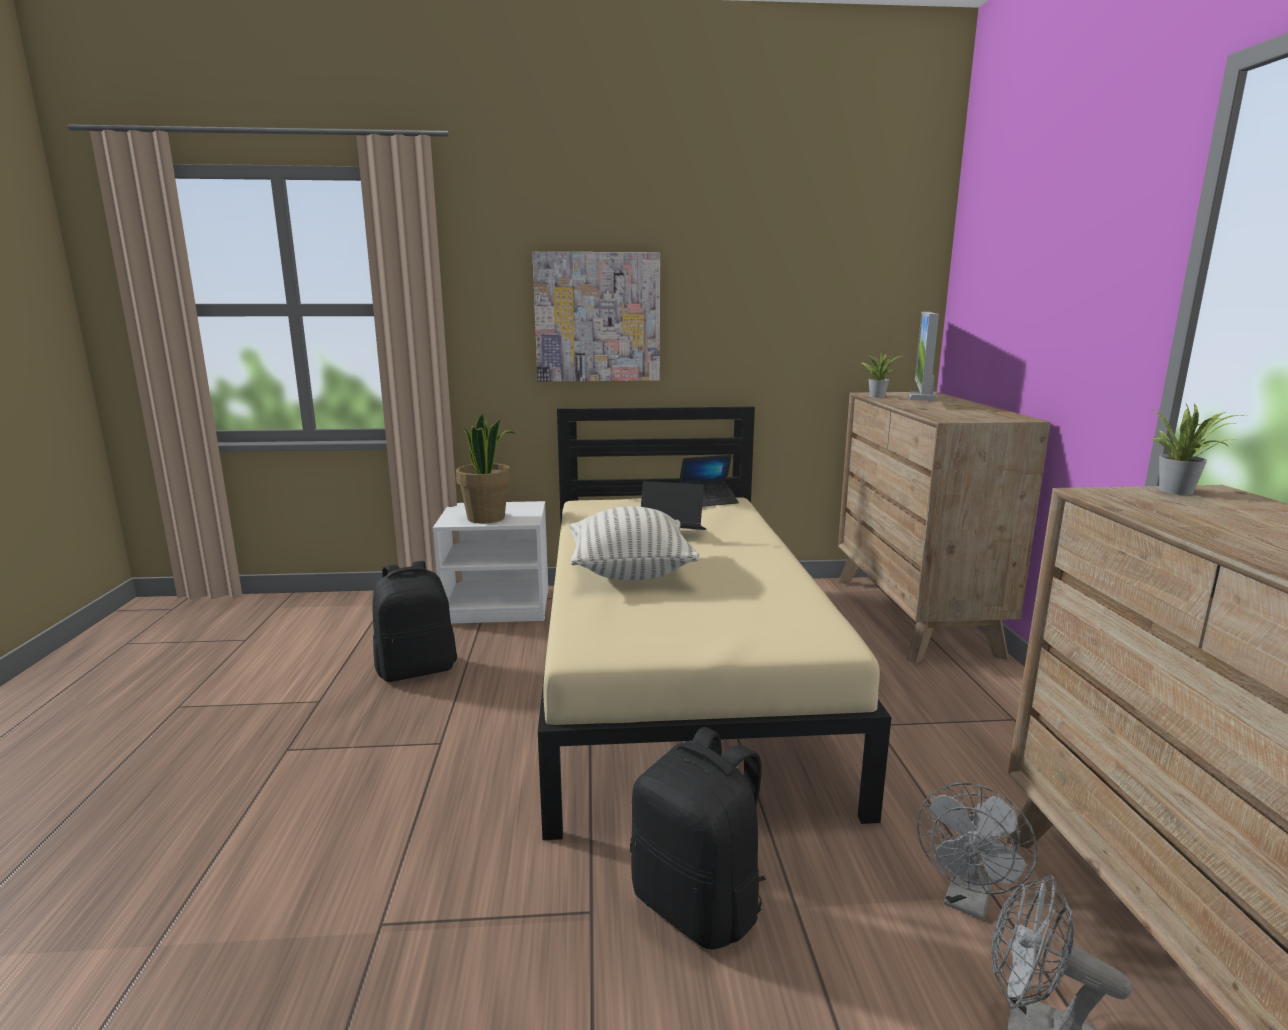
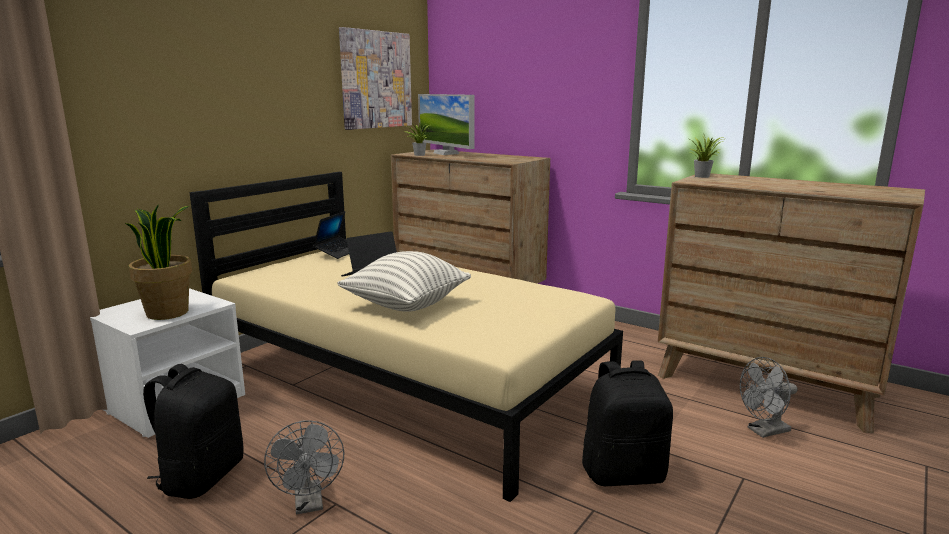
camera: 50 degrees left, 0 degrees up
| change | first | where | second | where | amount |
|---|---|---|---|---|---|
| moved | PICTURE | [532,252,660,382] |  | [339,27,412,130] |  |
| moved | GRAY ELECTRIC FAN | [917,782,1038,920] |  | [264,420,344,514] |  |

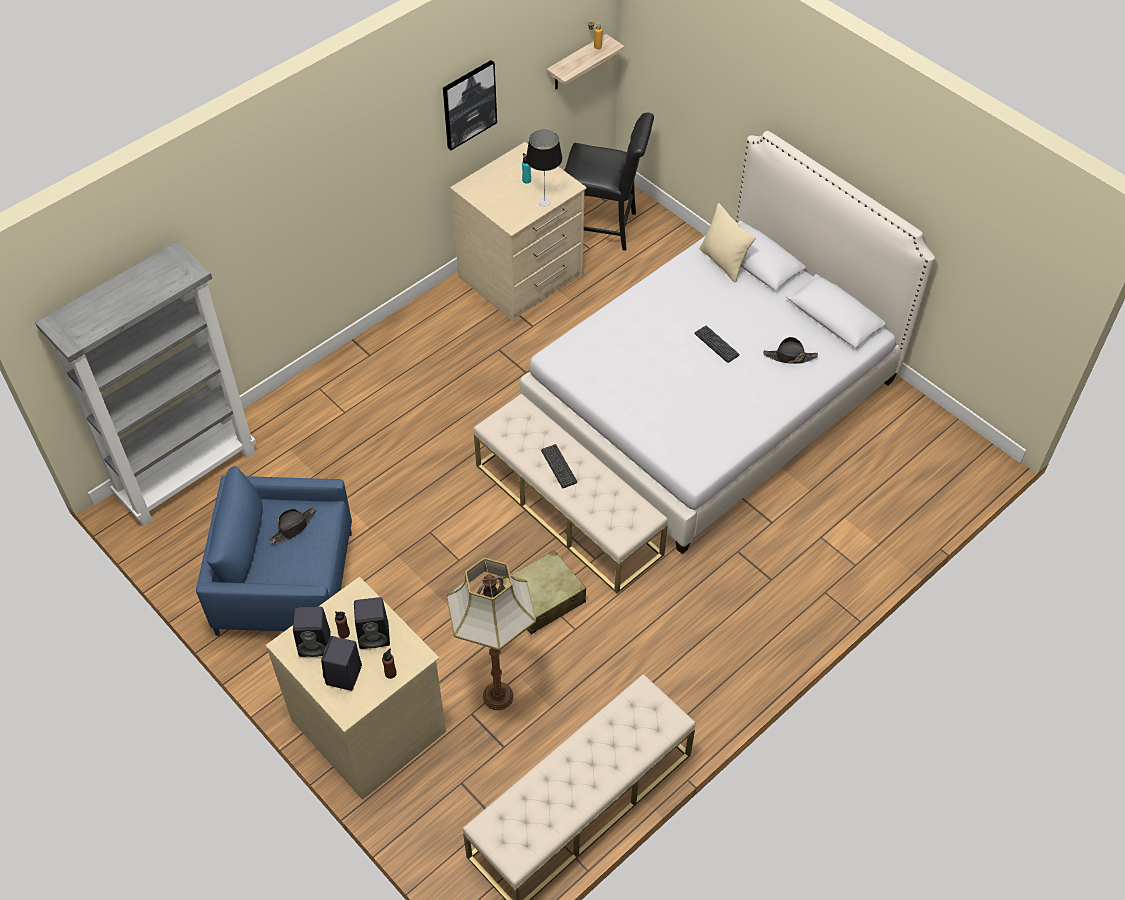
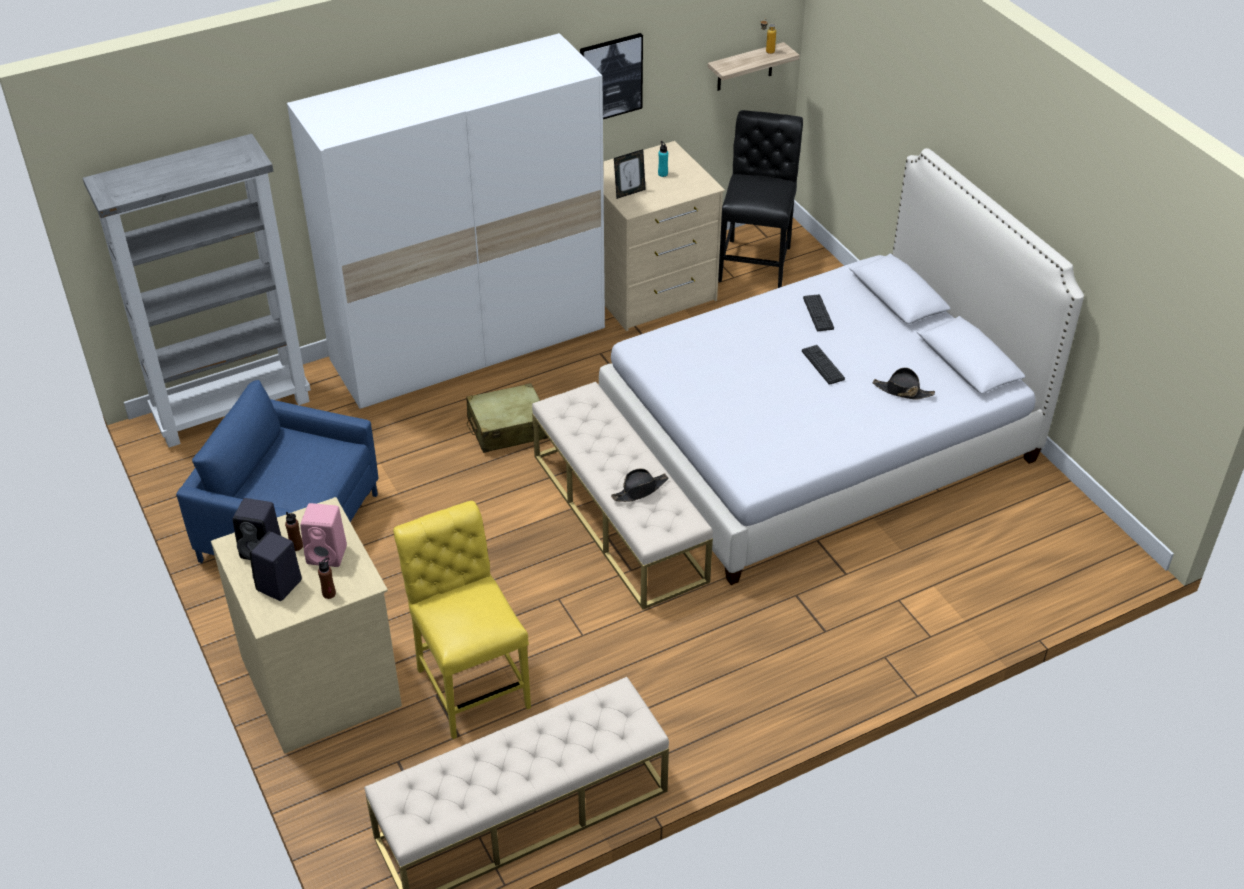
camera: 15 degrees right, 10 degrees down
| change | first | where | second | where | amount |
|---|---|---|---|---|---|
| removed | TABLETOP LAMP | [526,130,563,206] |  |  |  |
| removed | BEIGE-COLOURED THROW PILLOW | [699,203,756,282] |  |  |  |
| added |  |  | WHITISH ARMOIRE | [287,33,605,409] |  |
| added |  |  | PICTURE FRAME | [614,149,646,199] |  |
| moved | BLACK-COLOURED CLOTHING HAT | [269,507,317,544] |  | [611,469,668,502] |  |
| moved | BEIGE-COLOURED SUITCASE | [500,550,586,634] |  | [466,383,548,453] |  |
| moved | COMPUTER KEYBOARD | [541,444,577,488] |  | [803,294,834,331] |  |
| replaced | STANDARD LAMP | [446,558,536,710] | YELLOWISH PLAIN CHAIR | [393,501,531,739] |  |
| recoloured | BLACK-COLOURED LOUDSPEAKER | [354,597,390,649] | PINKISH LOUDSPEAKER | [300,503,347,567] |  |
| turned | BLACK-COLOURED PLAIN CHAIR | [564,113,654,251] |  | [718,110,803,288] | 105 degrees counterclockwise |

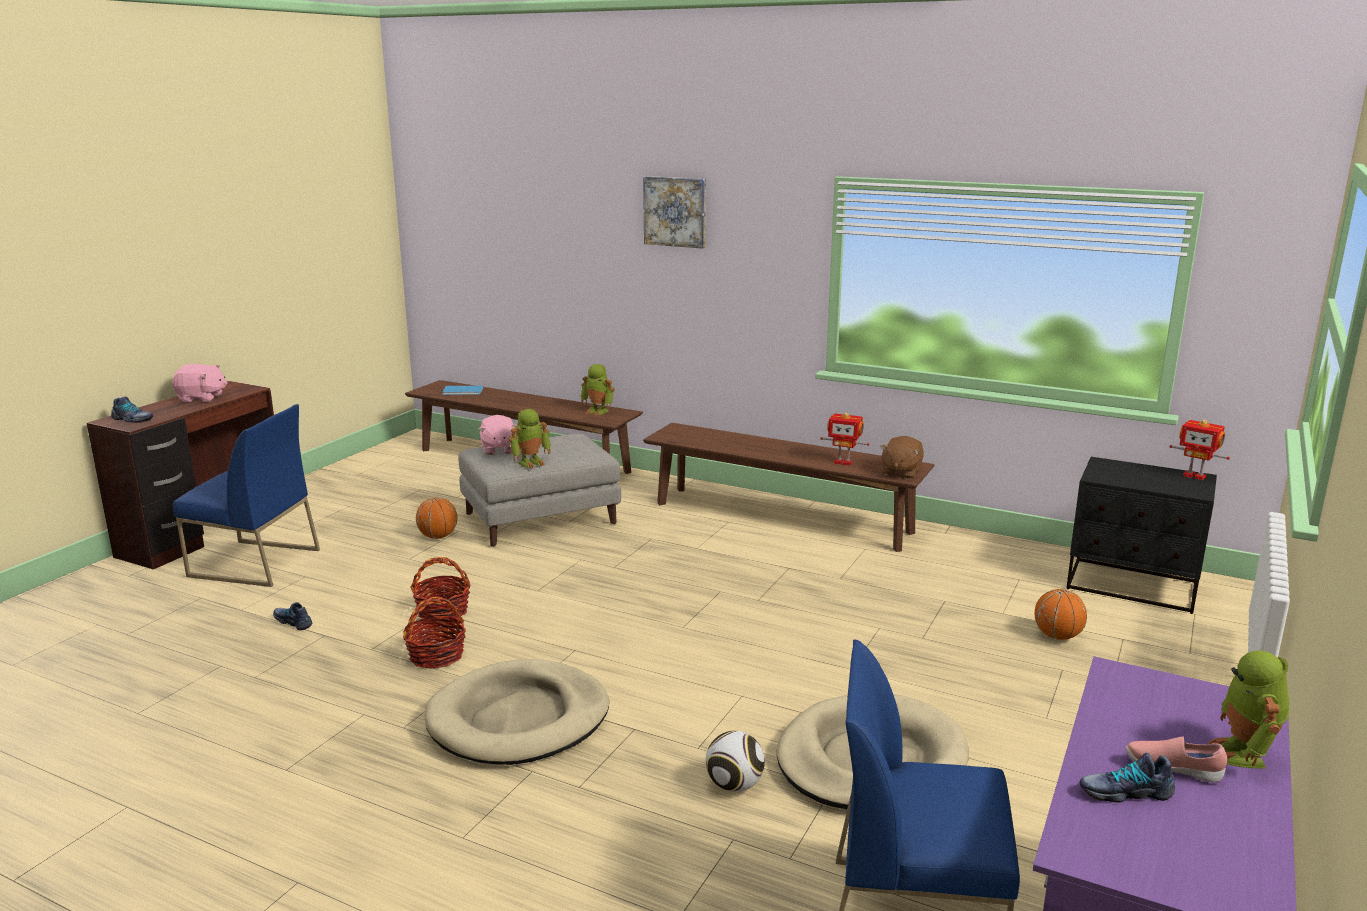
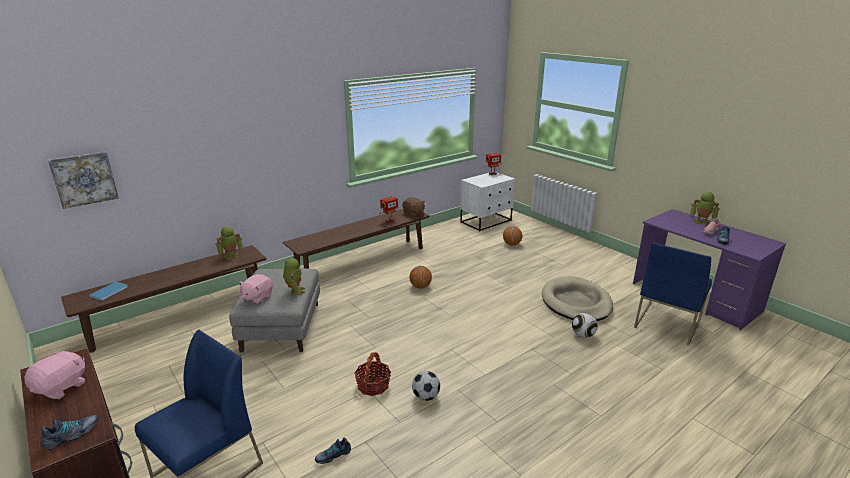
camera: 65 degrees left, 5 degrees up
| change | first | where | second | where | amount |
|---|---|---|---|---|---|
| removed | BEIGE-COLOURED DOG BED | [424,659,609,765] |  |  |  |
| moved | BASKETBALL BALL | [416,497,457,539] |  | [410,266,432,288] |  |
| moved | PICTURE | [643,176,706,249] |  | [48,152,119,209] |  |
| replaced | HOUSEHOLD BASKET | [403,596,466,669] | FOOTBALL BALL | [412,371,440,401] |  |
| recoloured | BLACK-COLOURED NIGHTSTAND | [1066,457,1217,614] | WHITISH NIGHTSTAND | [460,172,515,232] |  |
| turned | PINKISH SOFT TOY | [479,415,517,455] |  | [238,274,273,304] | 105 degrees clockwise |

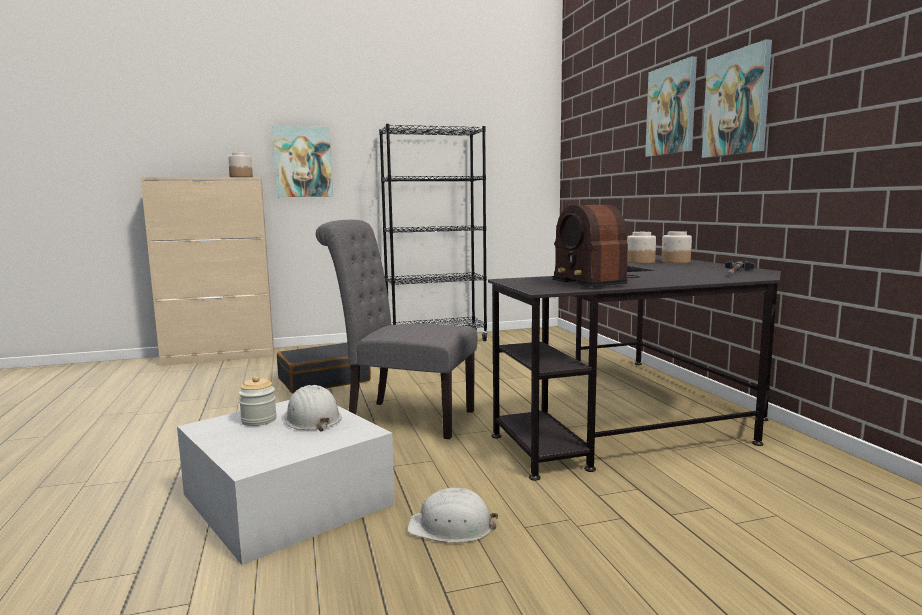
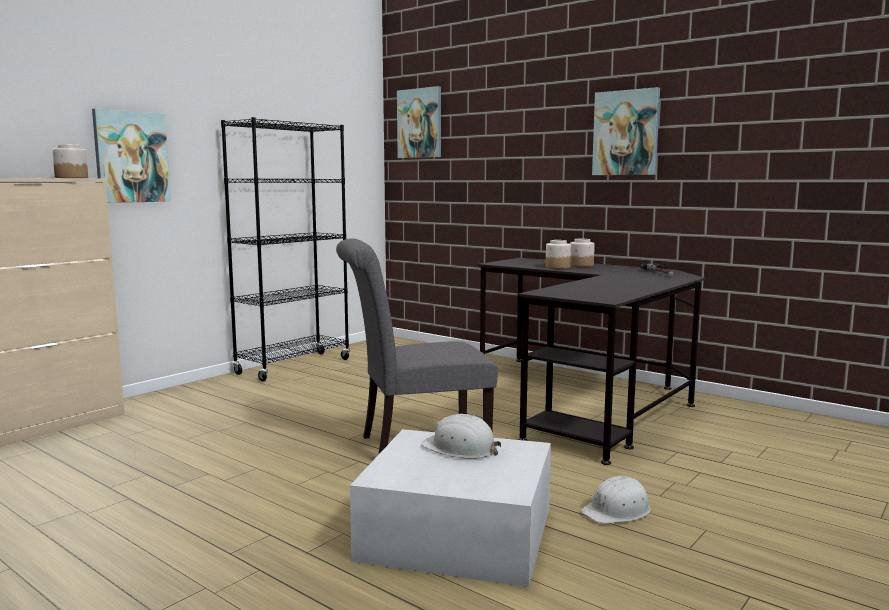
camera: 35 degrees left, 0 degrees up
| change | first | where | second | where | amount |
|---|---|---|---|---|---|
| removed | JAR | [239,376,277,426] |  |  |  |
| removed | BLACK-COLOURED SUITCASE | [277,343,371,394] |  |  |  |
| removed | RADIO RECEIVER | [552,205,640,287] |  |  |  |
| moved | PICTURE | [645,56,697,157] |  | [397,86,441,158] |  |

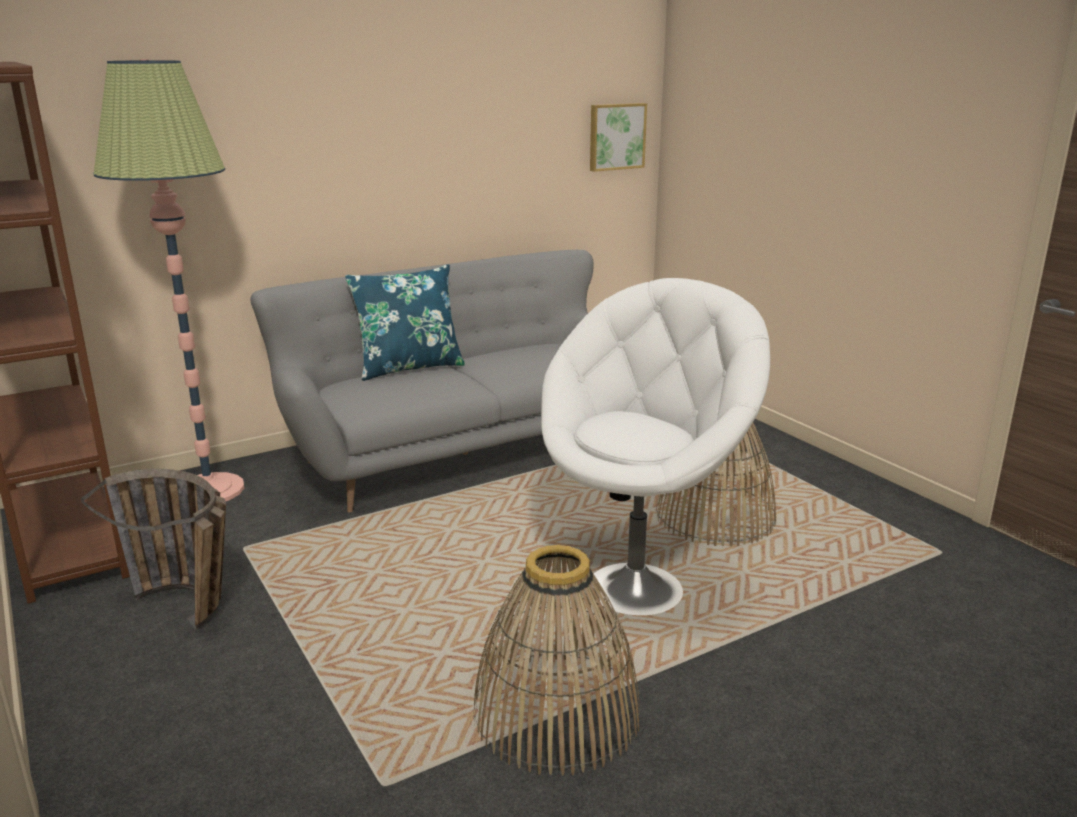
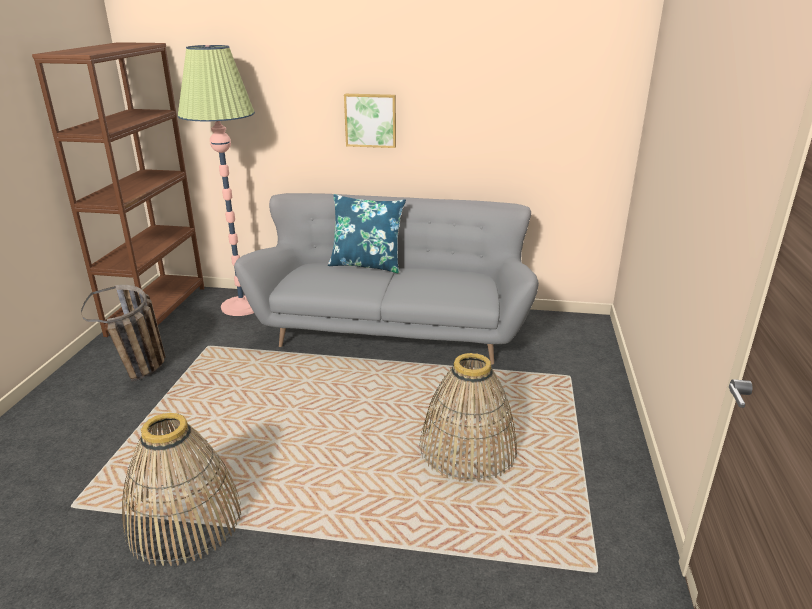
camera: 40 degrees right, 5 degrees up
| change | first | where | second | where | amount |
|---|---|---|---|---|---|
| removed | WHITISH ARMCHAIR | [541,278,770,615] |  |  |  |
| moved | PICTURE | [590,103,647,172] |  | [344,94,396,148] |  |

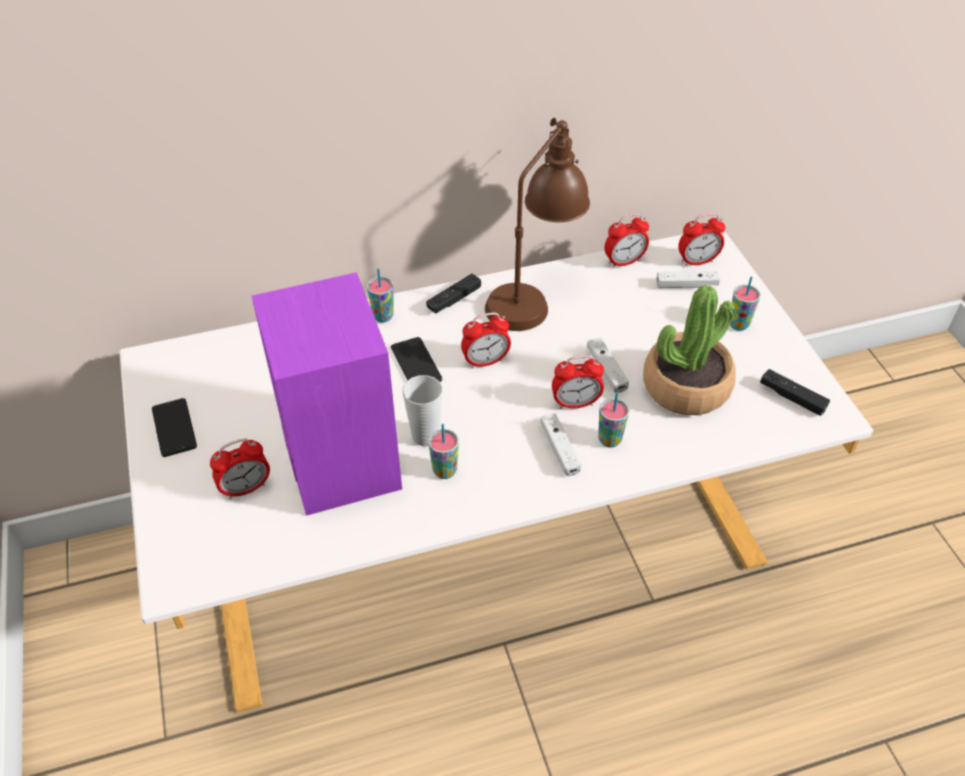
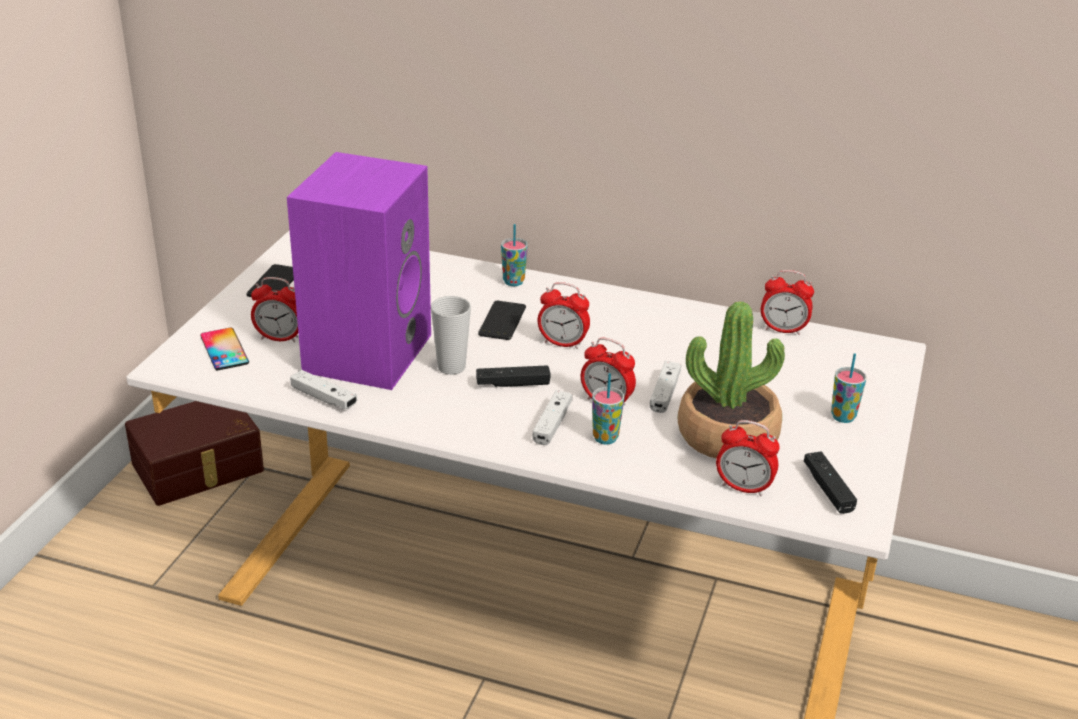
camera: 35 degrees right, 15 degrees down
| change | first | where | second | where | amount |
|---|---|---|---|---|---|
| removed | DRINKING CUP | [428,424,459,479] |  |  |  |
| removed | BROWNISH TABLETOP LAMP | [485,118,590,331] |  |  |  |
| added |  |  | BROWNISH STORAGE BIN | [125,401,264,506] |  |
| added |  |  | HANDSET | [200,327,249,370] |  |
| moved | BLACK-COLOURED GAMEPAD | [426,274,481,313] |  | [476,365,551,387] |  |
| moved | WHITISH GAMEPAD | [657,271,720,288] |  | [290,370,357,409] |  |
| moved | TABLE CLOCK | [678,213,725,267] |  | [716,420,780,496] |  |

